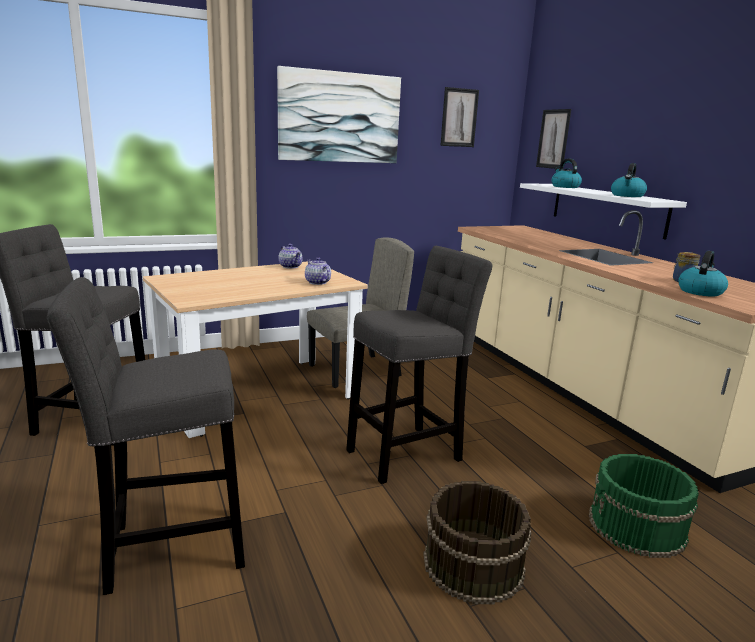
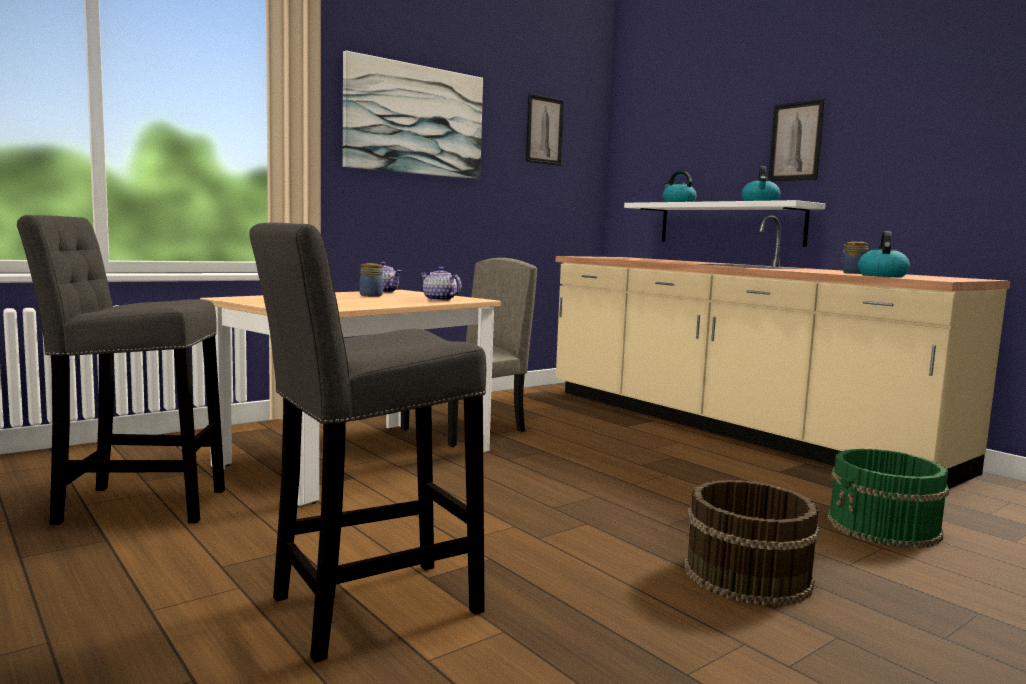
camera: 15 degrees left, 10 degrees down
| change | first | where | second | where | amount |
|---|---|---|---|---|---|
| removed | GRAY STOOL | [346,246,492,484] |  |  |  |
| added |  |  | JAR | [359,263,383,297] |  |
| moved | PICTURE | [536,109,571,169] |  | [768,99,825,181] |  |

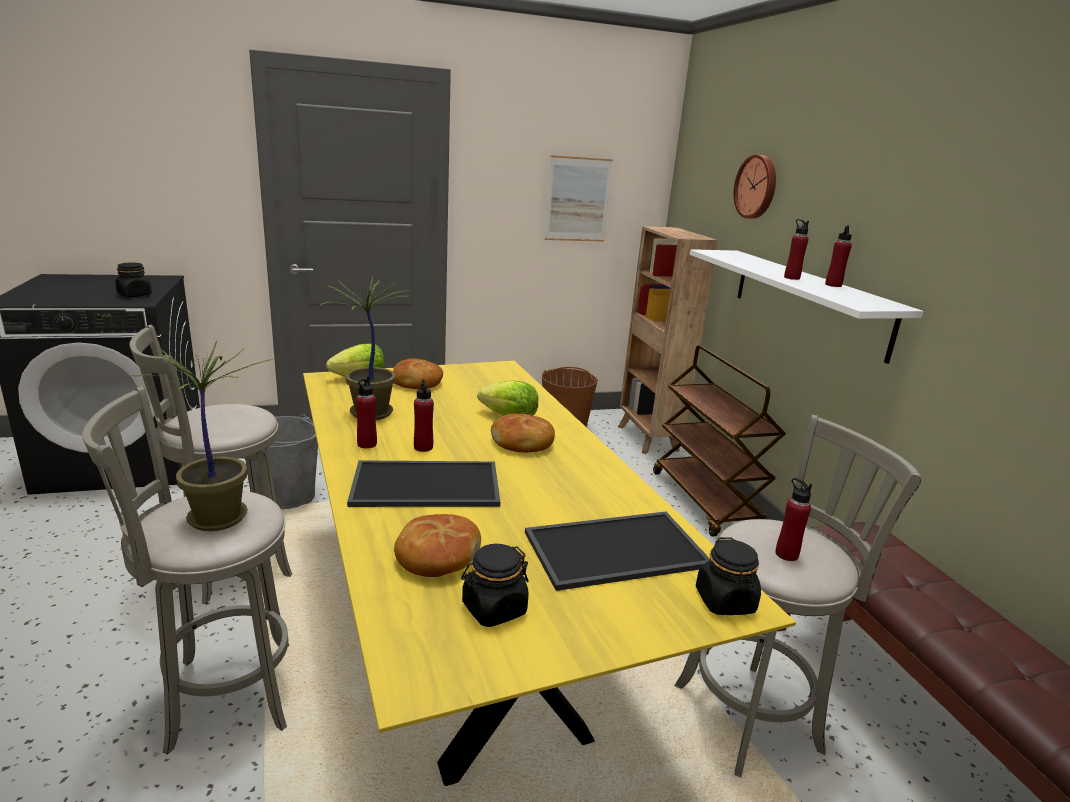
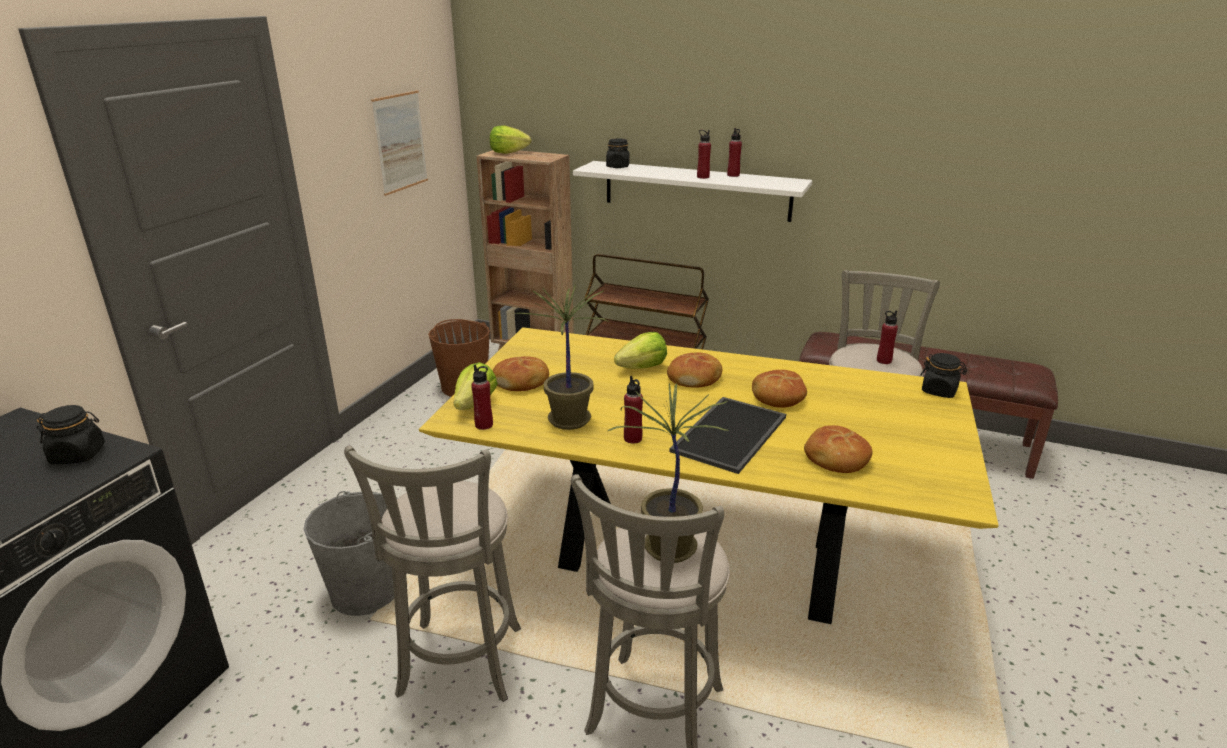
camera: 50 degrees left, 5 degrees up
| change | first | where | second | where | amount |
|---|---|---|---|---|---|
| removed | TRAY | [525,512,710,591] |  |  |  |
| removed | WALL CLOCK | [733,155,776,219] |  |  |  |
| added |  |  | LETTUCE HEAD | [490,126,531,154] |  |
| added |  |  | BREAD | [752,370,807,408] |  |
| moved | RED BEVERAGE BOTTLE | [414,379,434,452] |  | [471,365,493,430] |  |
| moved | BLACK-COLOURED JAR | [461,544,529,627] |  | [606,138,630,168] |  |

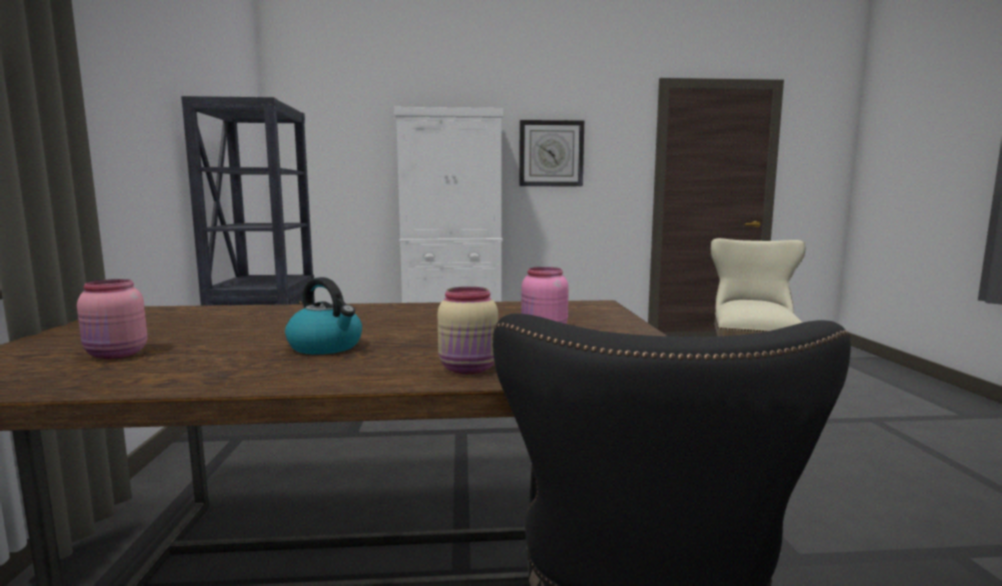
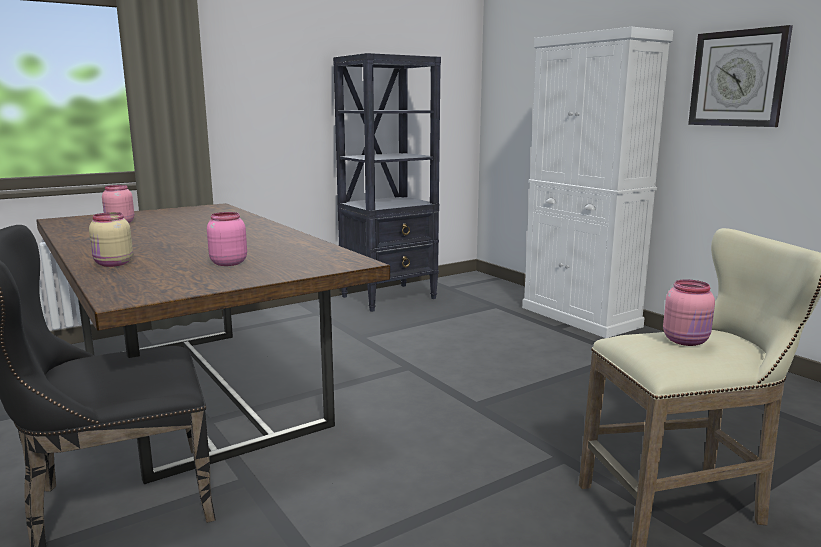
camera: 60 degrees right, 5 degrees up
| change | first | where | second | where | amount |
|---|---|---|---|---|---|
| removed | WATER KETTLE | [285,277,362,354] |  |  |  |
| added |  |  | PINKISH JAR | [663,279,715,346] |  |

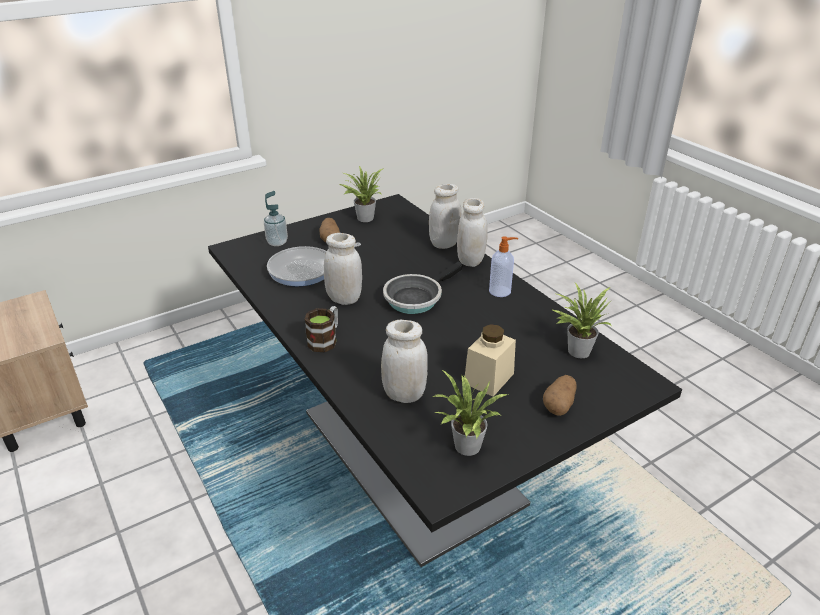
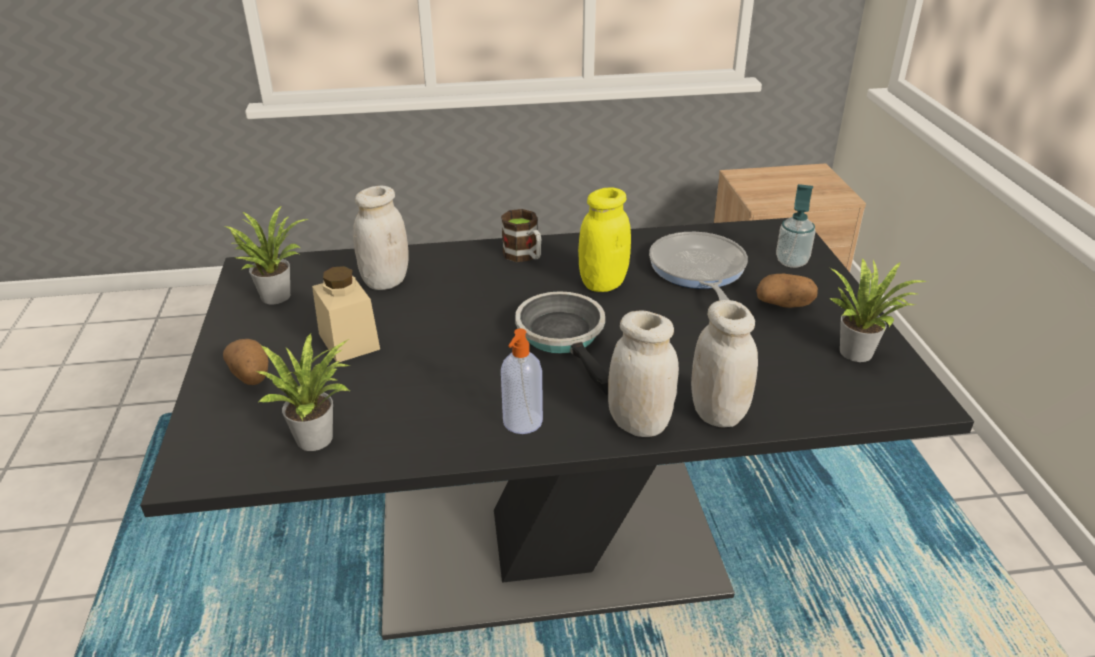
camera: 115 degrees right, 0 degrees up
| change | first | where | second | where | amount |
|---|---|---|---|---|---|
| recoloured | WHITISH JAR | [324,233,362,305] | YELLOWISH JAR | [578,187,631,292] |  |

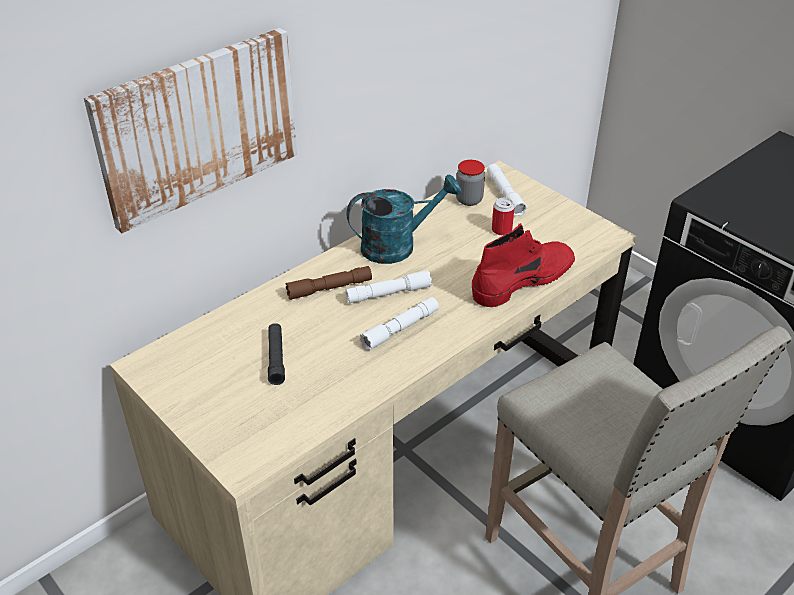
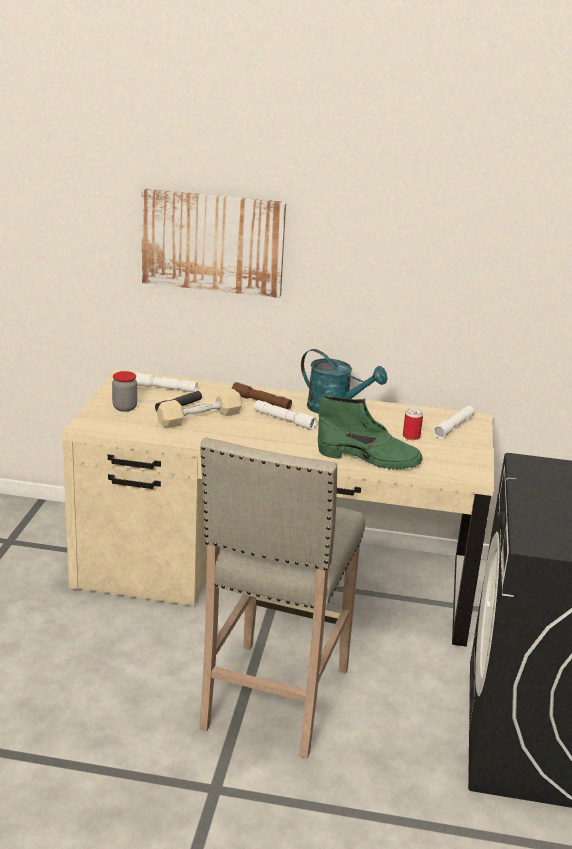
camera: 50 degrees right, 15 degrees down
| change | first | where | second | where | amount |
|---|---|---|---|---|---|
| added |  |  | BEIGE-COLOURED HAND WEIGHT | [157,389,242,428] |  |
| moved | WHITISH FLASHLIGHT | [360,297,439,351] |  | [135,372,198,392] |  |
| moved | JAR | [456,160,485,206] |  | [112,371,137,412] |  |
| recoloured | RED HIGH-TOP BOOT | [472,223,575,307] | GREENISH HIGH-TOP BOOT | [318,396,422,469] |  |

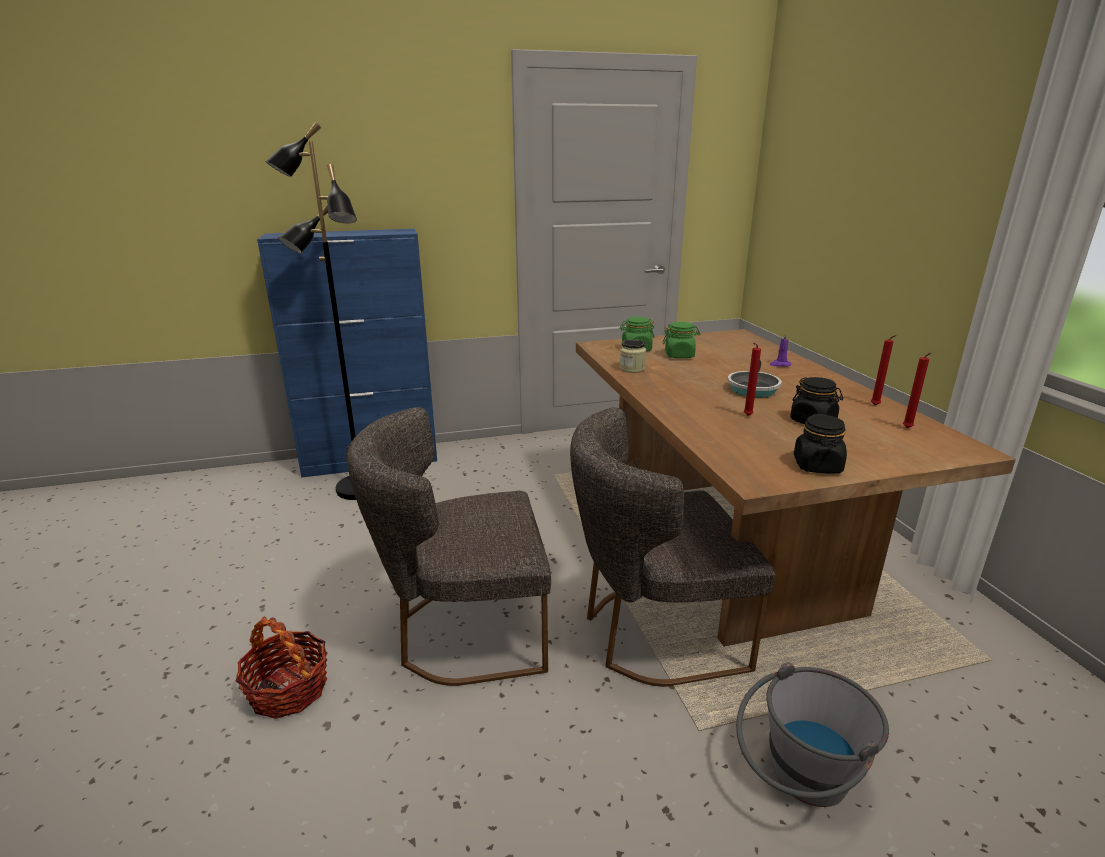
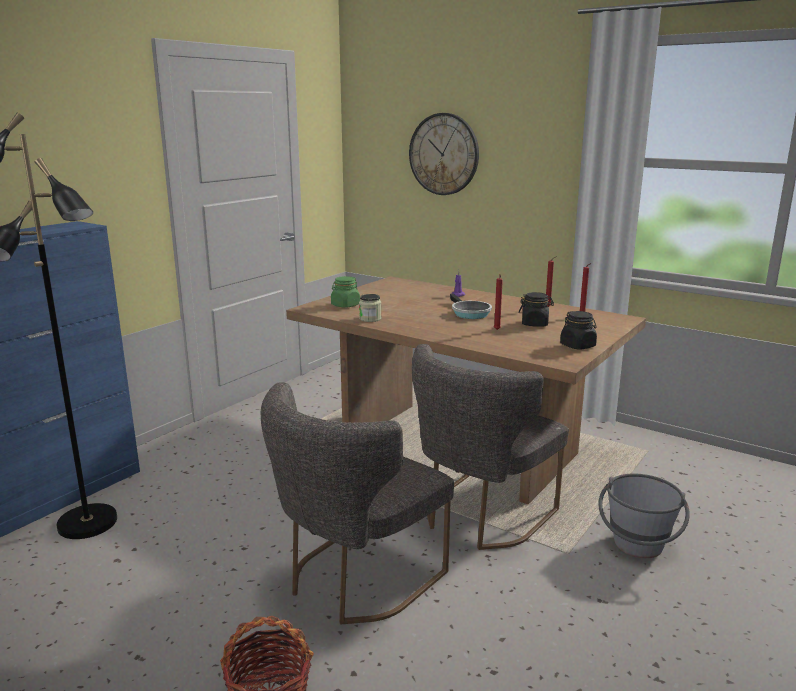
camera: 40 degrees left, 5 degrees down
| change | first | where | second | where | amount |
|---|---|---|---|---|---|
| removed | GREENISH JAR | [663,322,700,358] |  |  |  |
| added |  |  | WALL CLOCK | [409,113,479,195] |  |

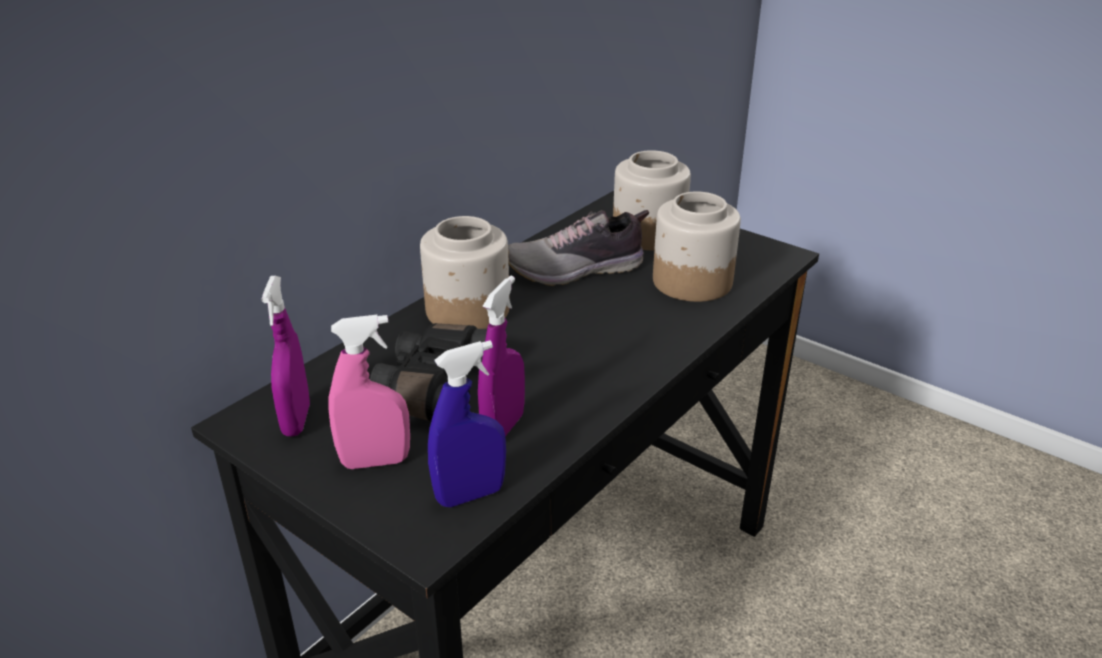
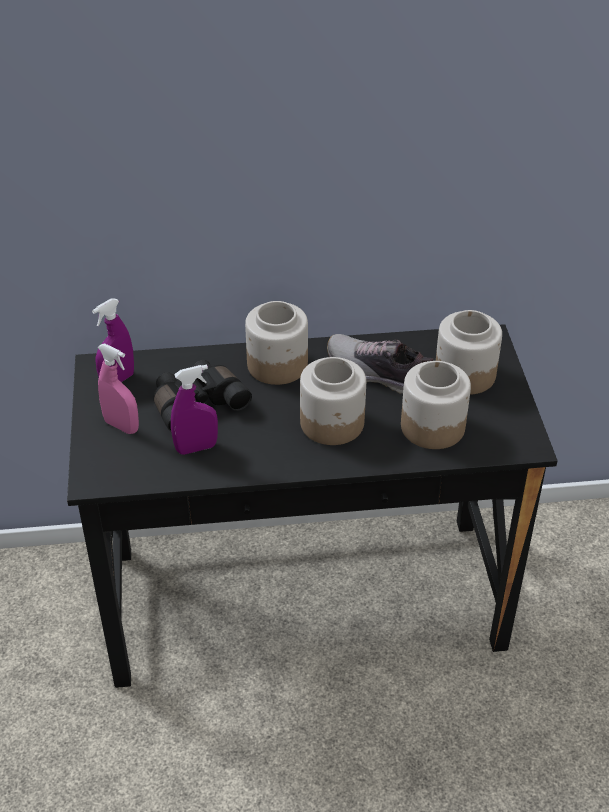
camera: 45 degrees right, 10 degrees up
| change | first | where | second | where | amount |
|---|---|---|---|---|---|
| removed | BLUE SPRAY BOTTLE | [428,340,506,507] |  |  |  |
| added |  |  | JAR | [300,357,366,445] |  |

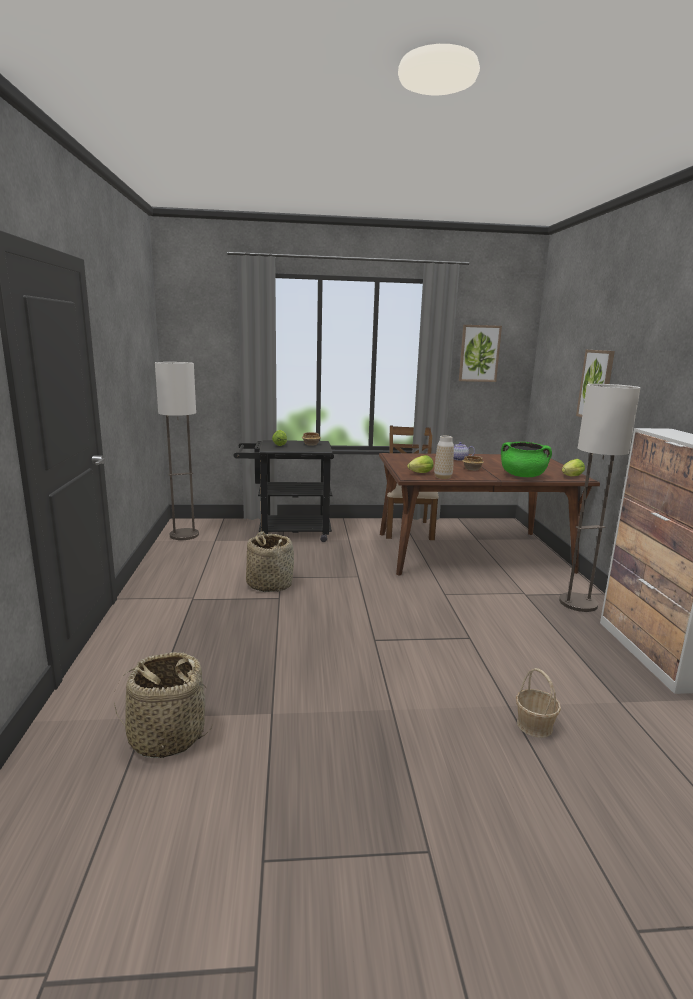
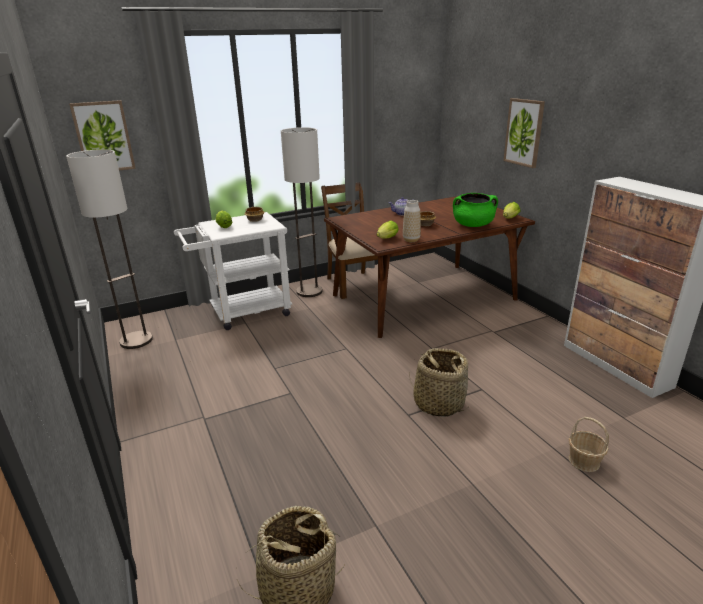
camera: 20 degrees left, 10 degrees up
| change | first | where | second | where | amount |
|---|---|---|---|---|---|
| moved | HOUSEHOLD BASKET | [246,531,294,592] |  | [409,348,470,417] |  |
| moved | PICTURE | [459,325,502,382] |  | [69,100,136,170] |  |
| moved | STANDARD LAMP | [559,384,641,612] |  | [281,127,323,297] |  |
| recoloured | BLACK-COLOURED WHEELED CART | [234,440,334,542] | WHITISH WHEELED CART | [174,212,292,330] |  |

